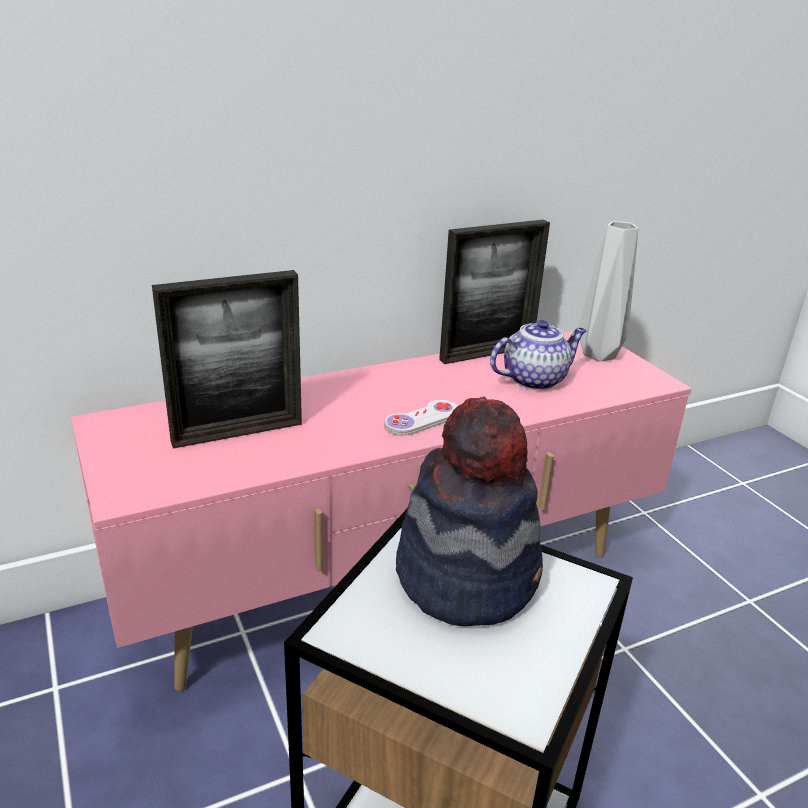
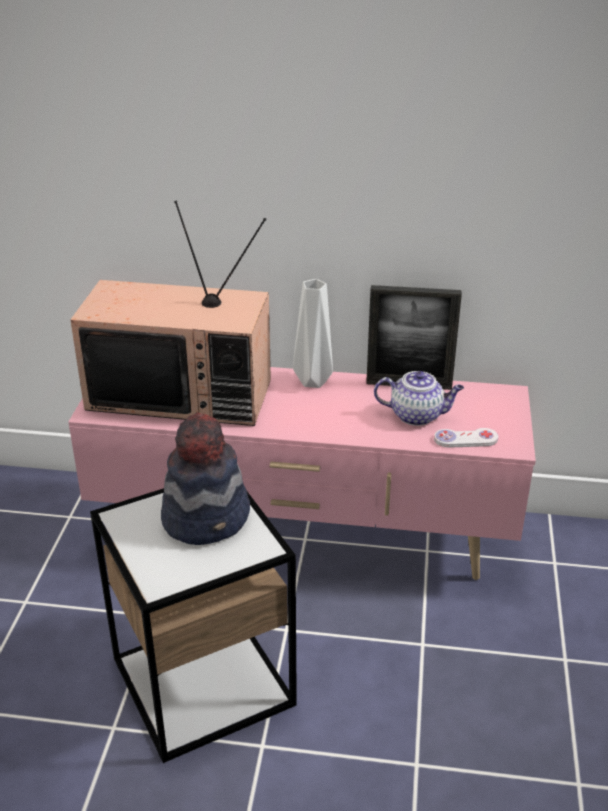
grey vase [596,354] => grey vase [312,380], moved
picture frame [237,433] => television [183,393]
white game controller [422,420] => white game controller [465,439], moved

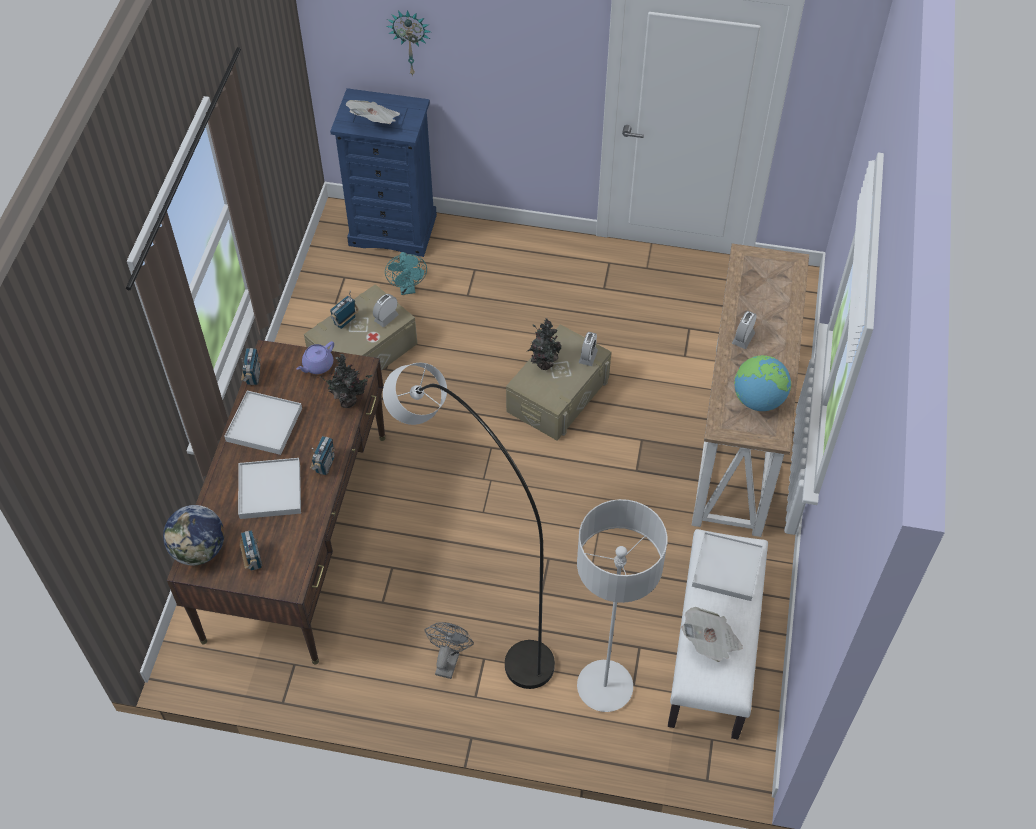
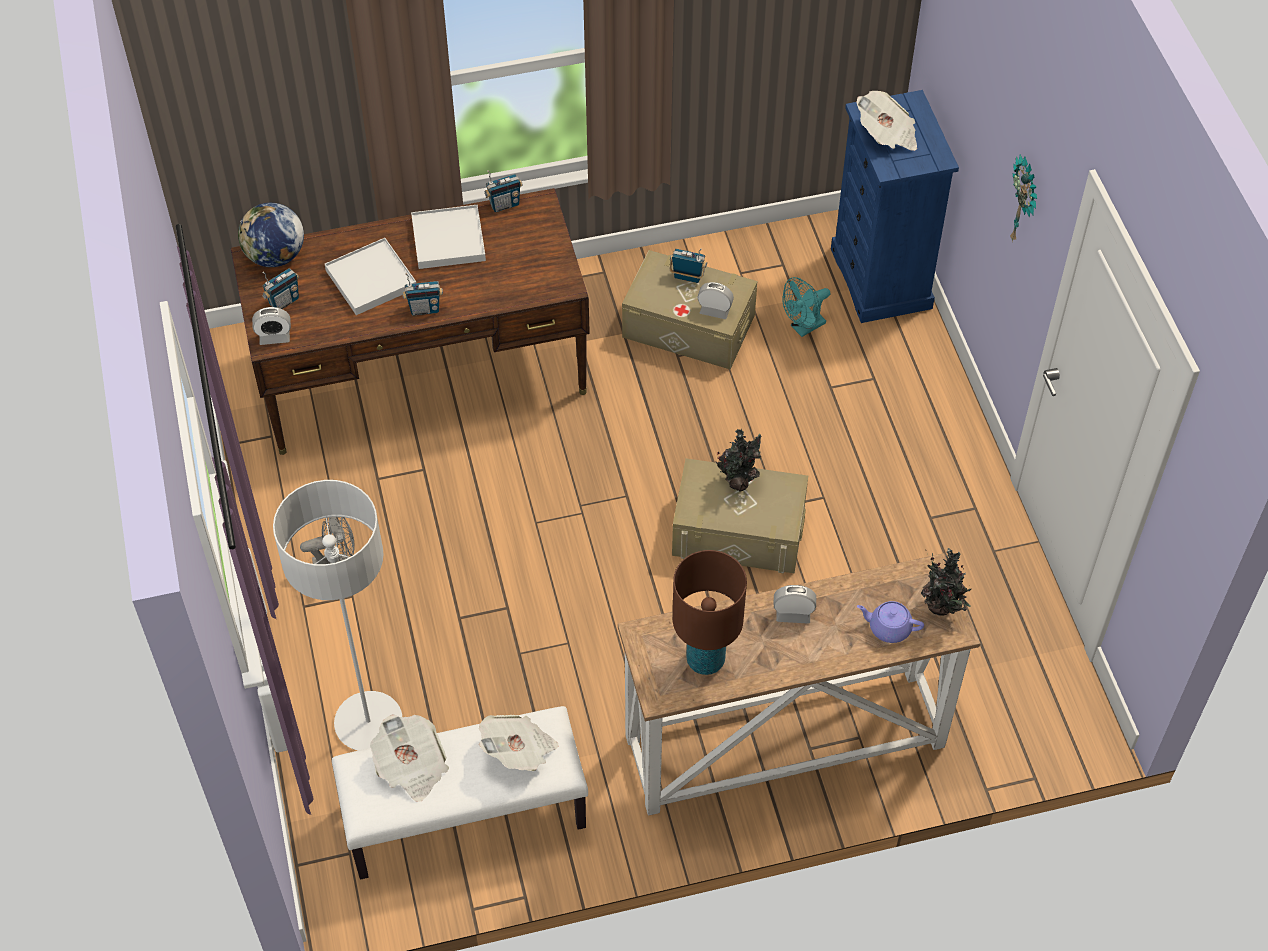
wall clock [410,41] => wall clock [1025,202], moved
alarm clock [588,356] => alarm clock [274,337], moved
purple teapot [317,365] => purple teapot [888,628], moved
potted plant [349,400] => potted plant [942,607], moved
globe [758,399] => brown table lamp [705,660]
grey floor lamp [473,598] => nothing
white tray [726,568] => newspaper [519,751]

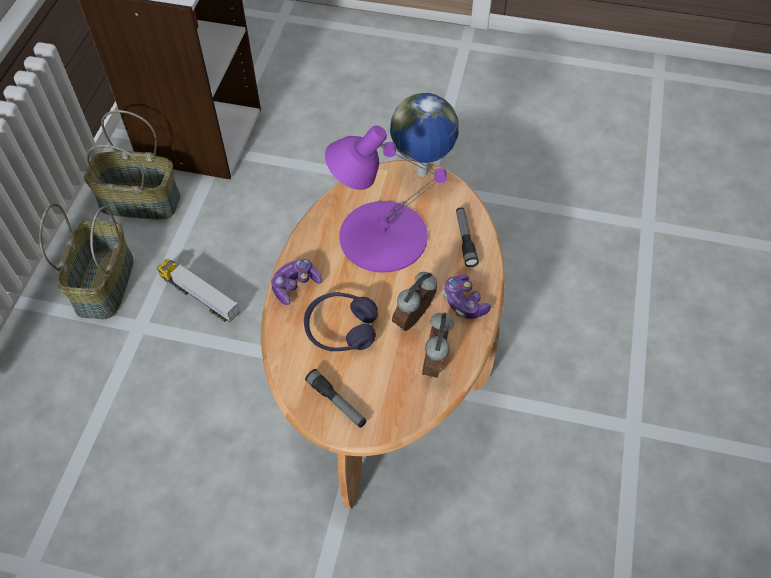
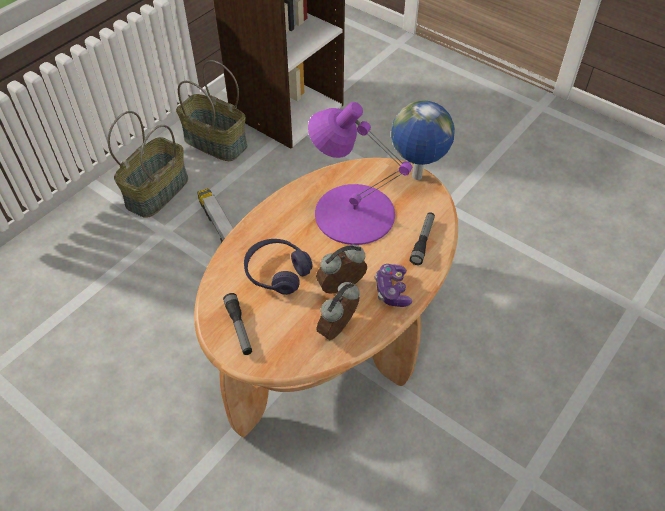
game controller [295,285] => nothing

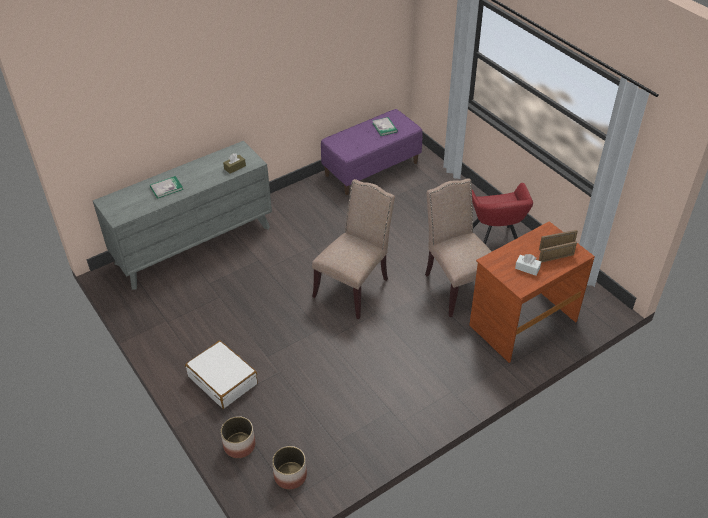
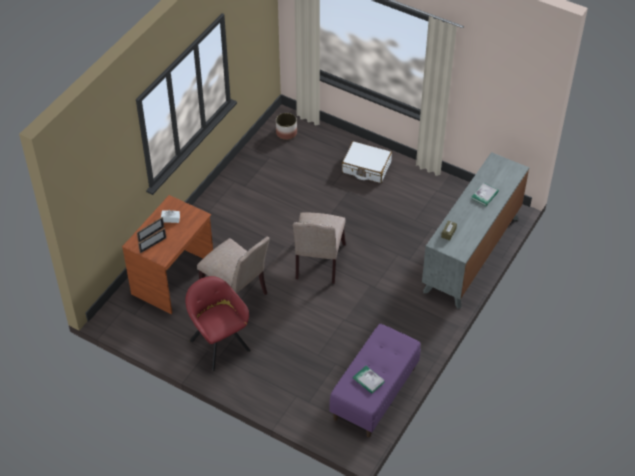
planter [239,445] => nothing

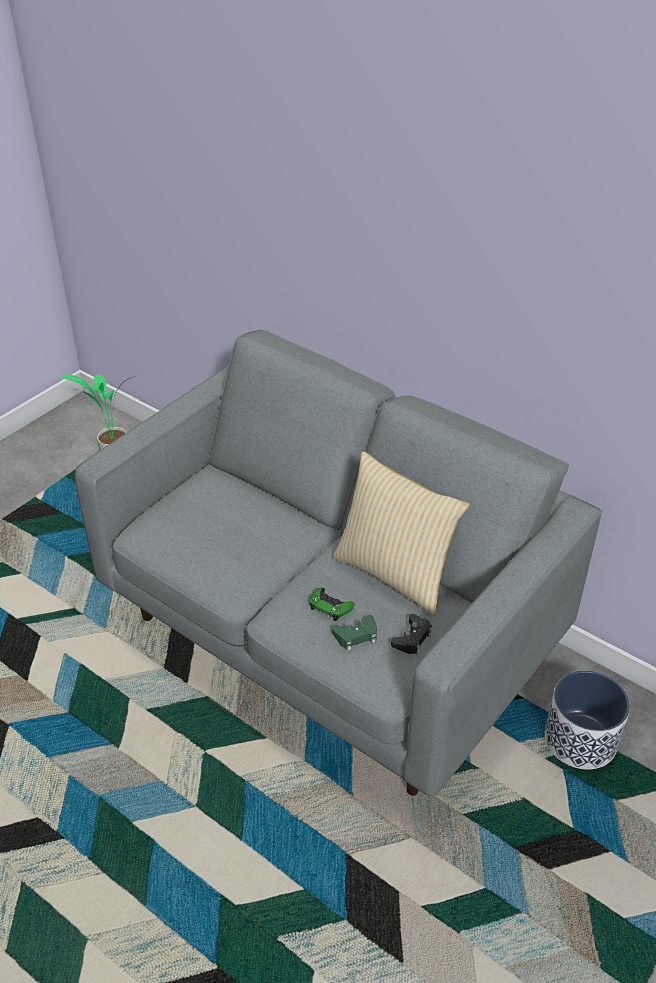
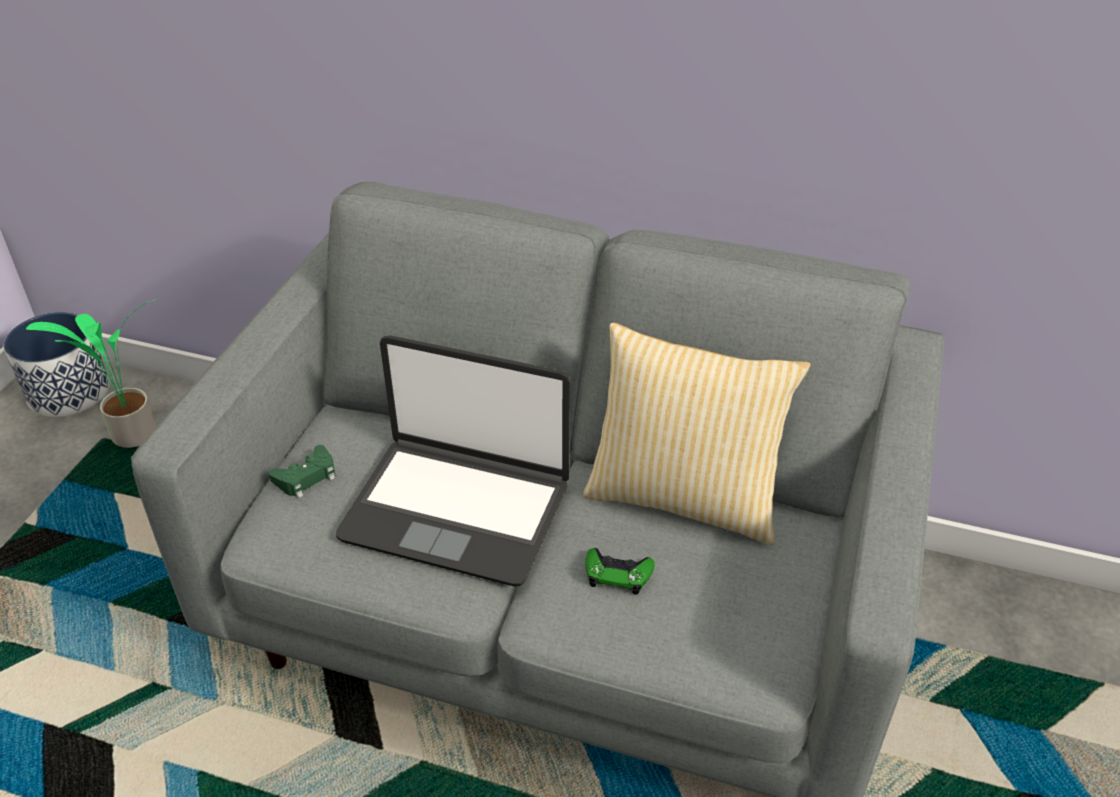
black game controller [412,638] => nothing
green game controller [356,636] => green game controller [306,477], moved
planter [580,739] => planter [69,392], moved
nothing => laptop [457,509]

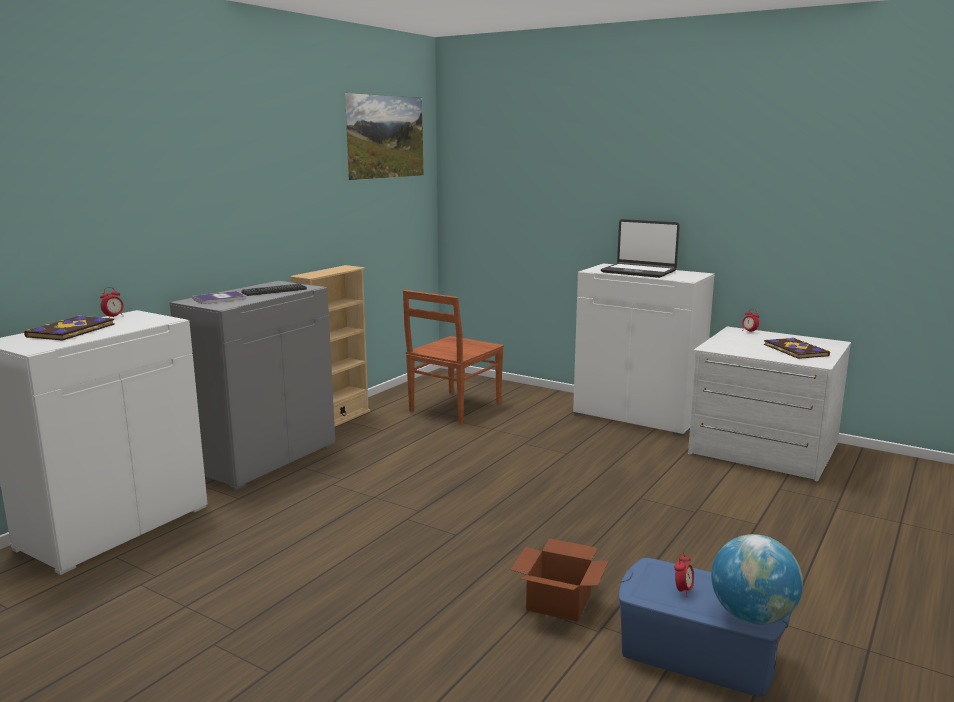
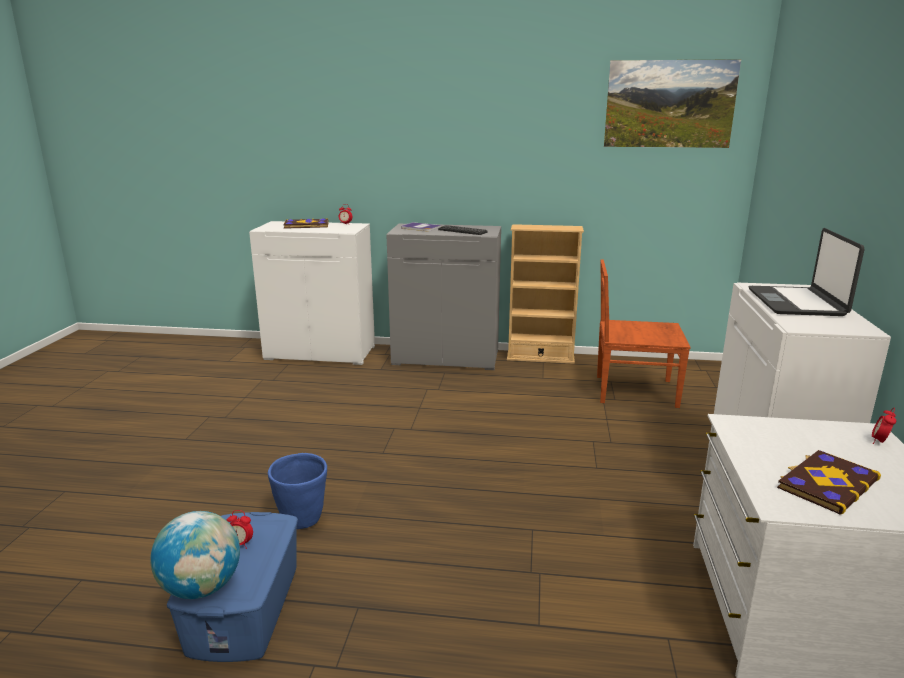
cardboard box [560,601] => blue planter [302,520]

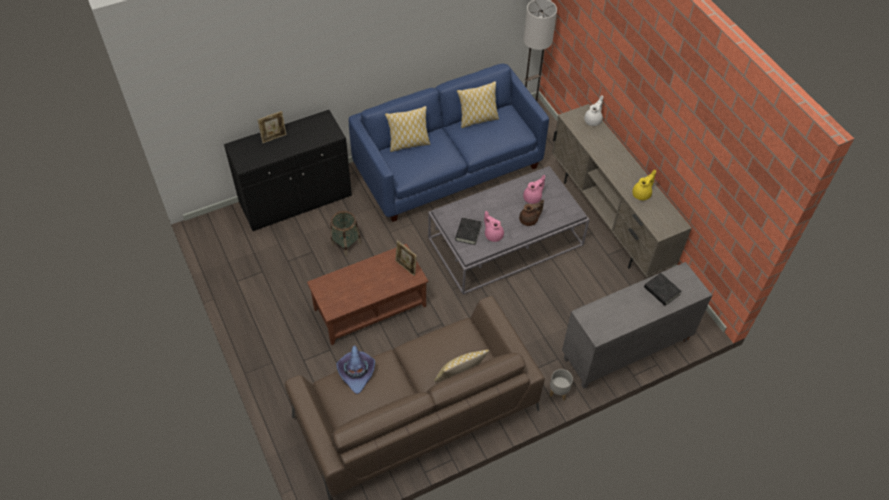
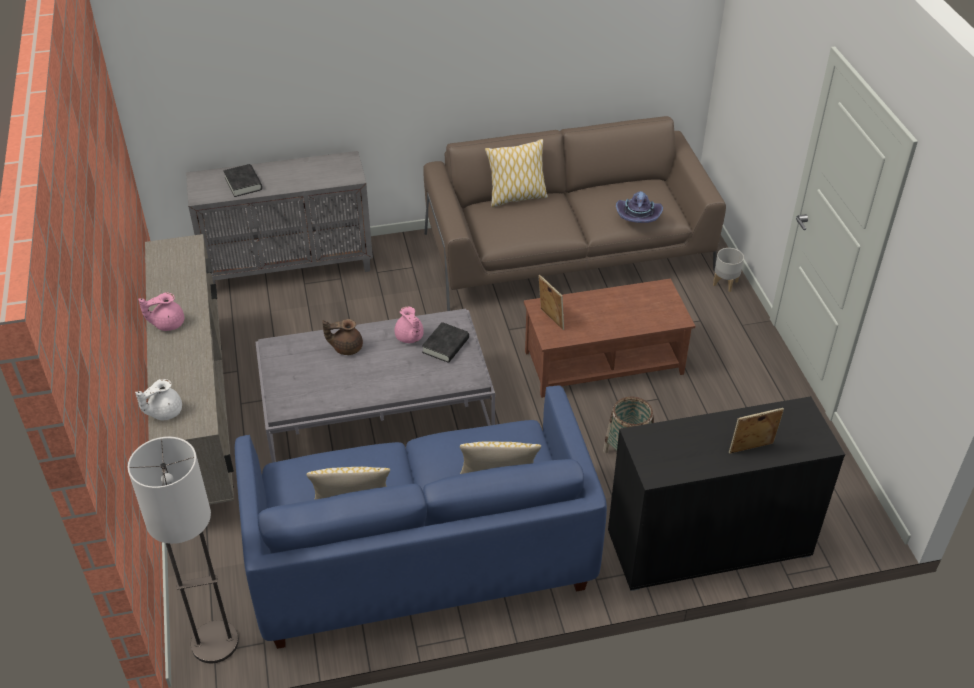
yellow teapot [642,194] => nothing
pink teapot [533,197] => pink teapot [167,323], moved
grey planter [558,392] => grey planter [725,283], moved

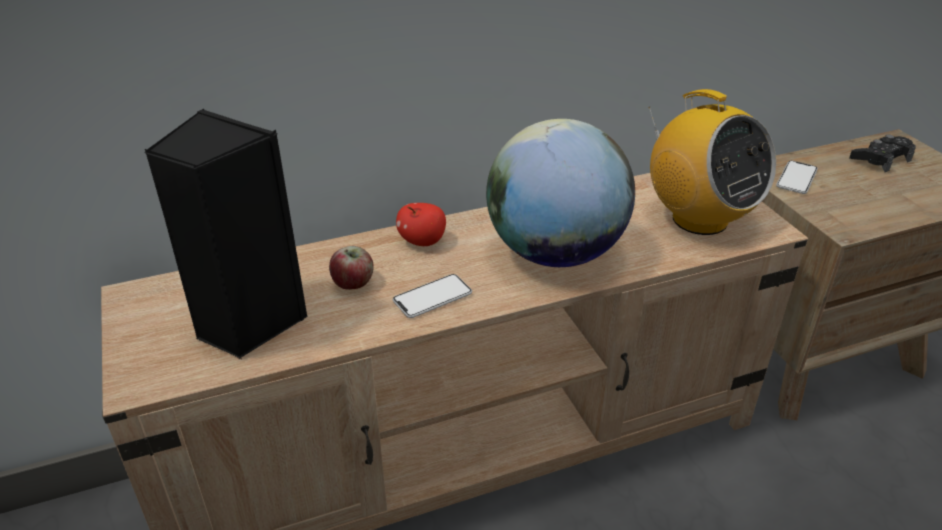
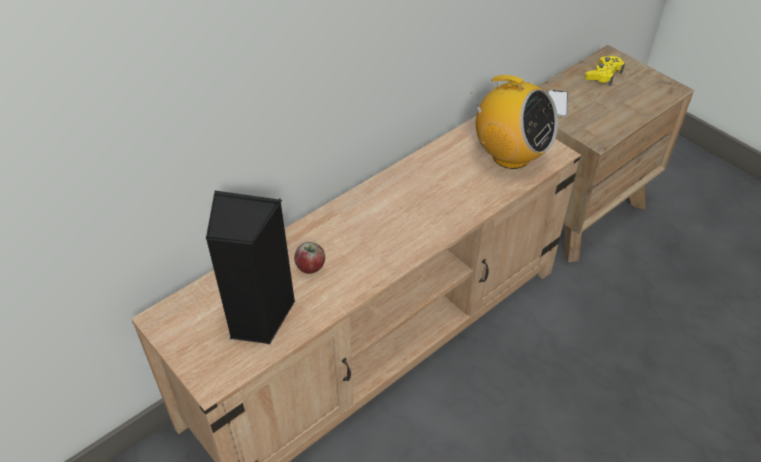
globe [554,253] => nothing
black game controller [880,159] => yellow game controller [603,75]
apple [422,241] => nothing
phone [432,297] => nothing

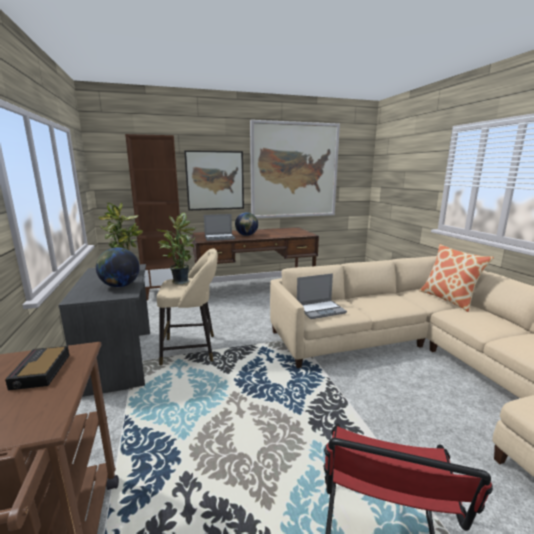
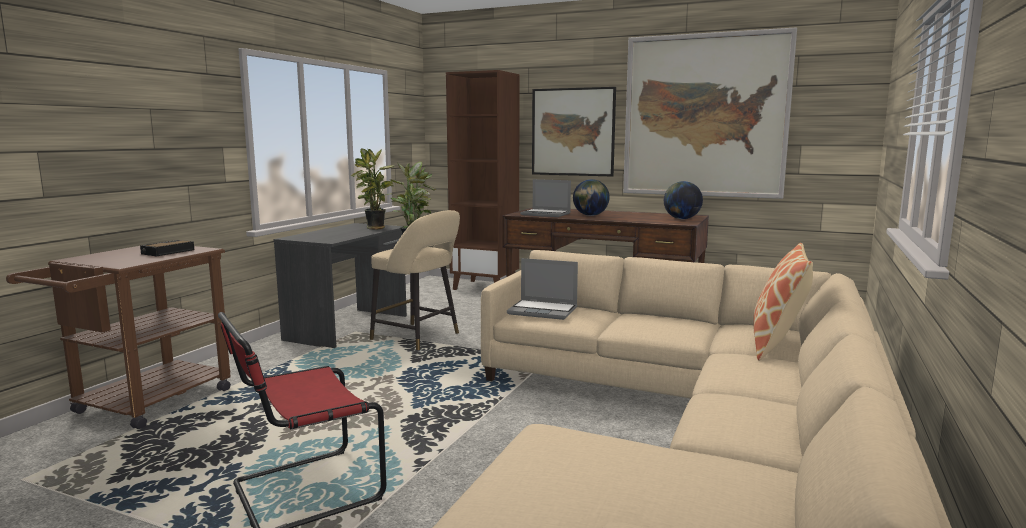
globe [120,286] => globe [681,219], moved

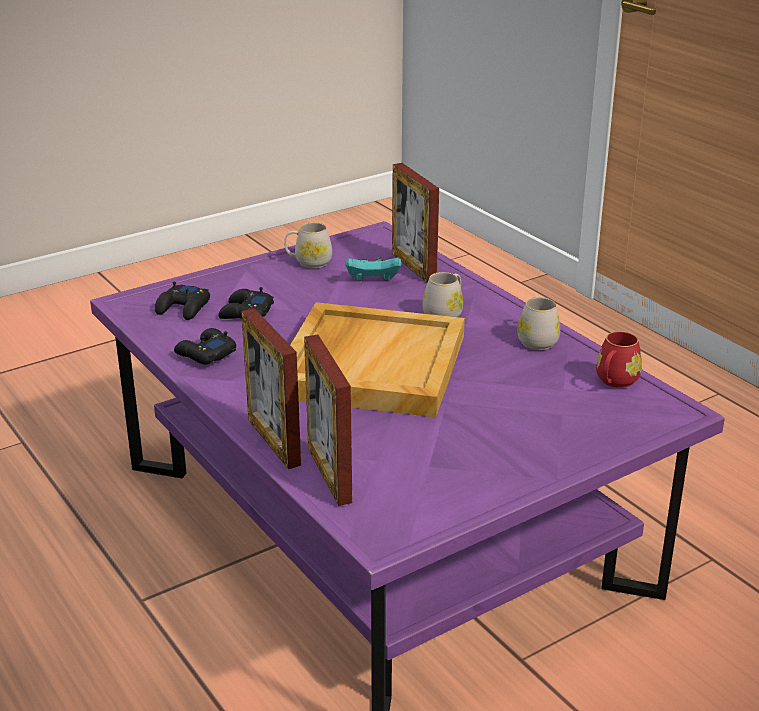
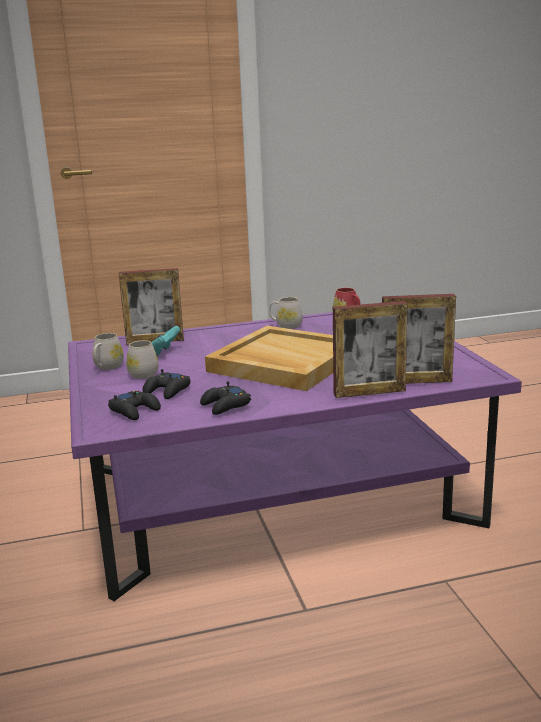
white mug [445,313] => white mug [141,373], moved

